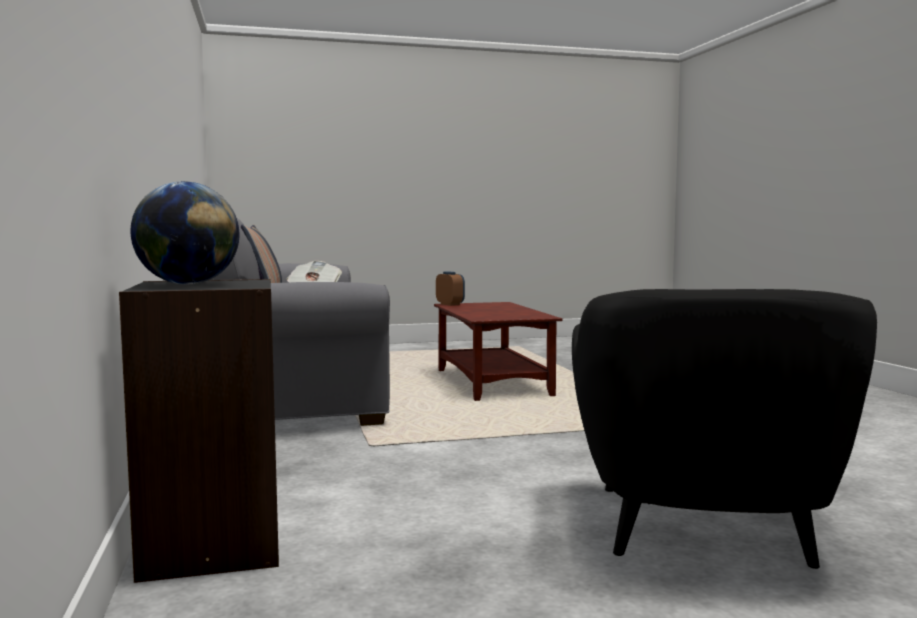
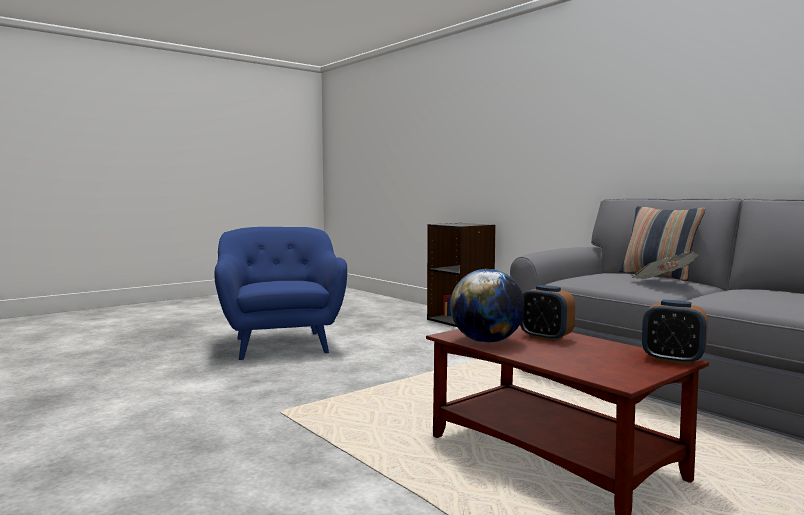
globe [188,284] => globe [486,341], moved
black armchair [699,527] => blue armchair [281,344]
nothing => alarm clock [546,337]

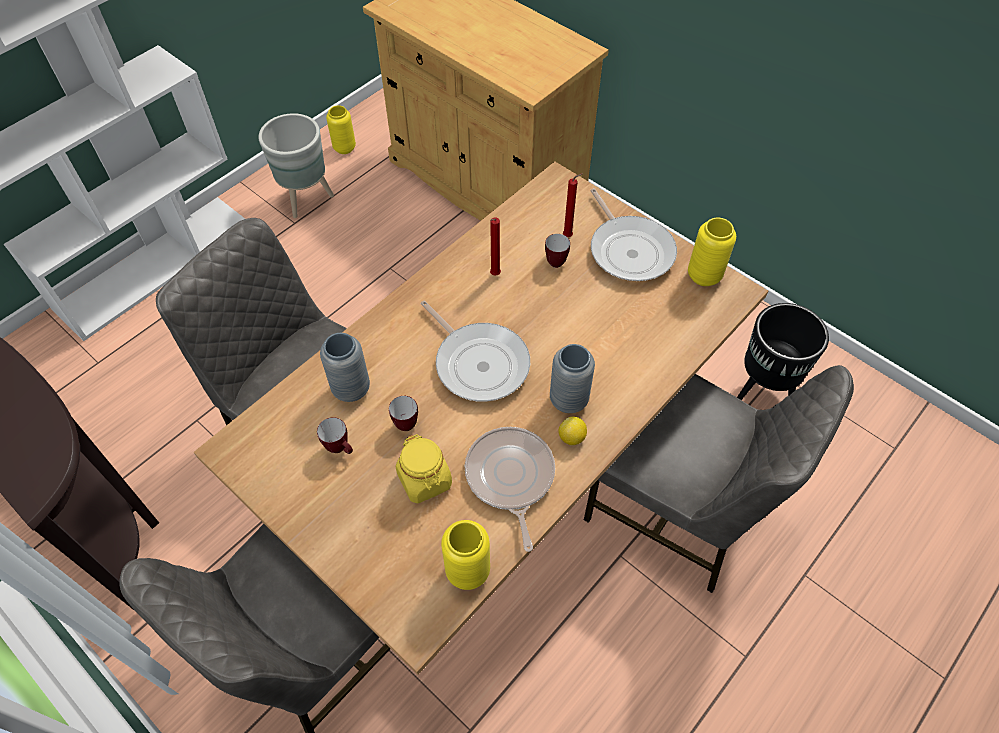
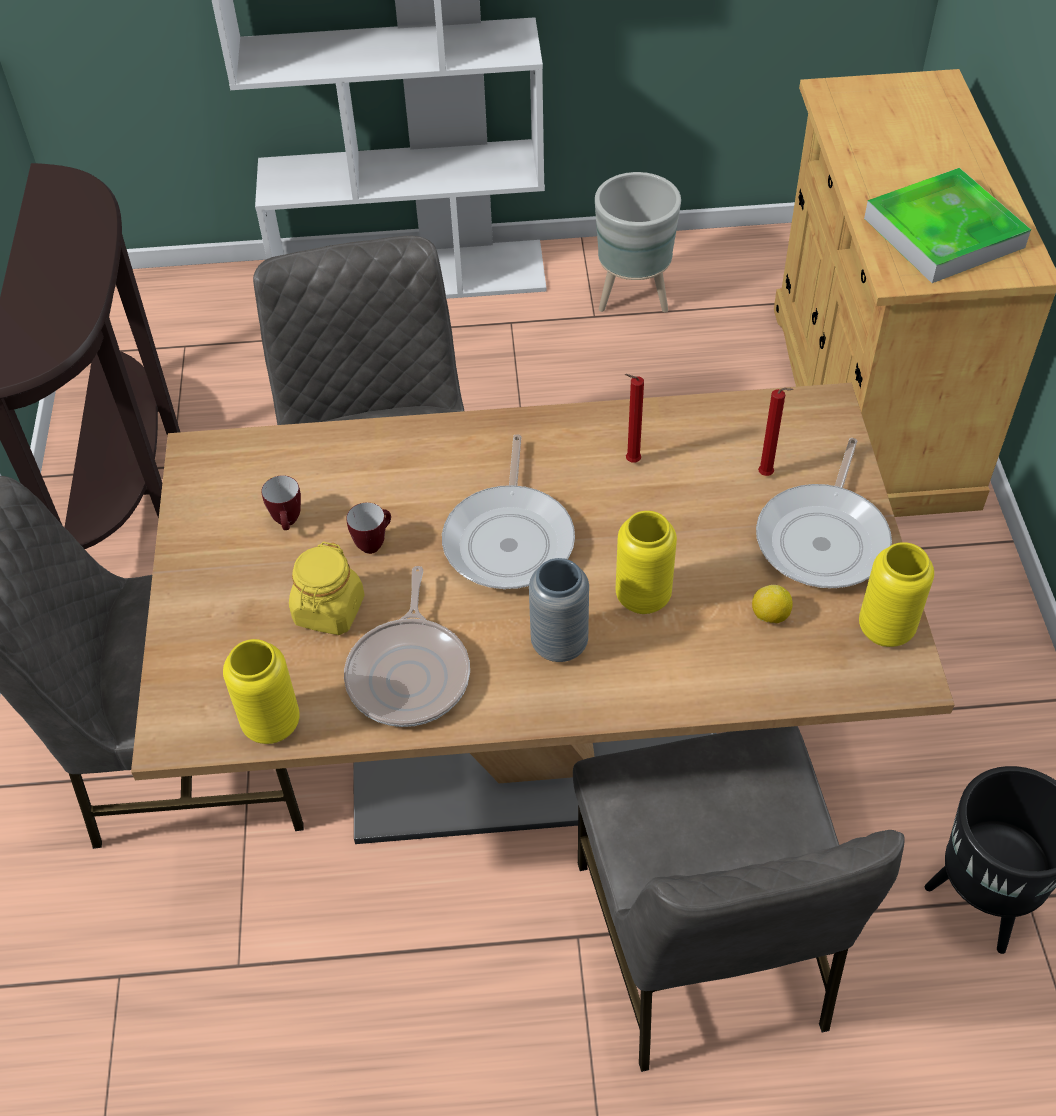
yellow vase [344,148] => yellow vase [643,597], moved
mug [557,260] => nothing
grey vase [351,389] => nothing
lemon [572,438] => lemon [769,616], moved
frying pan [510,478] => frying pan [410,672], 150 degrees clockwise
nothing => tray [943,233]

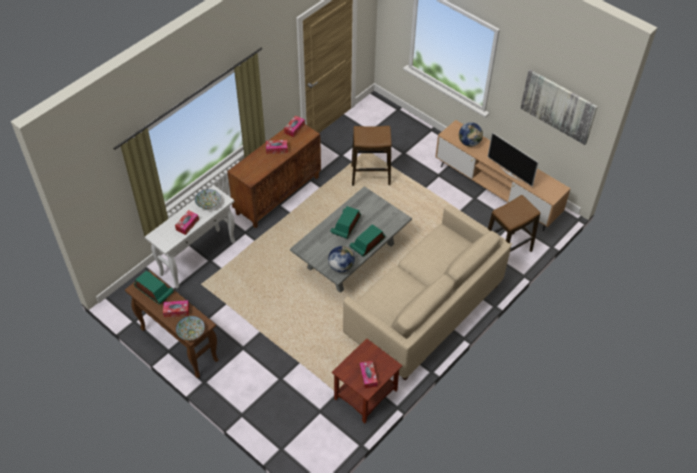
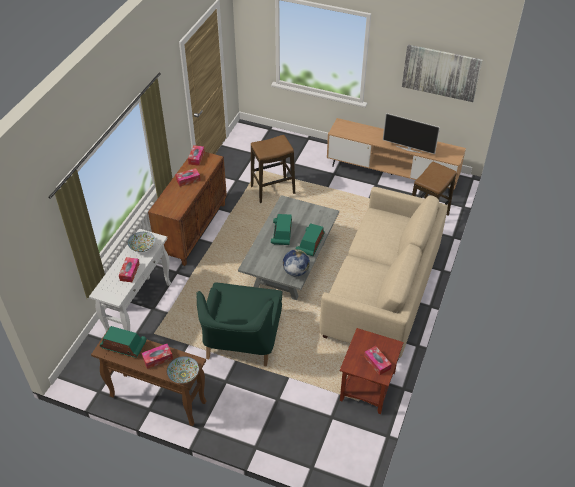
globe [469,142] => nothing
nothing => green armchair [241,341]

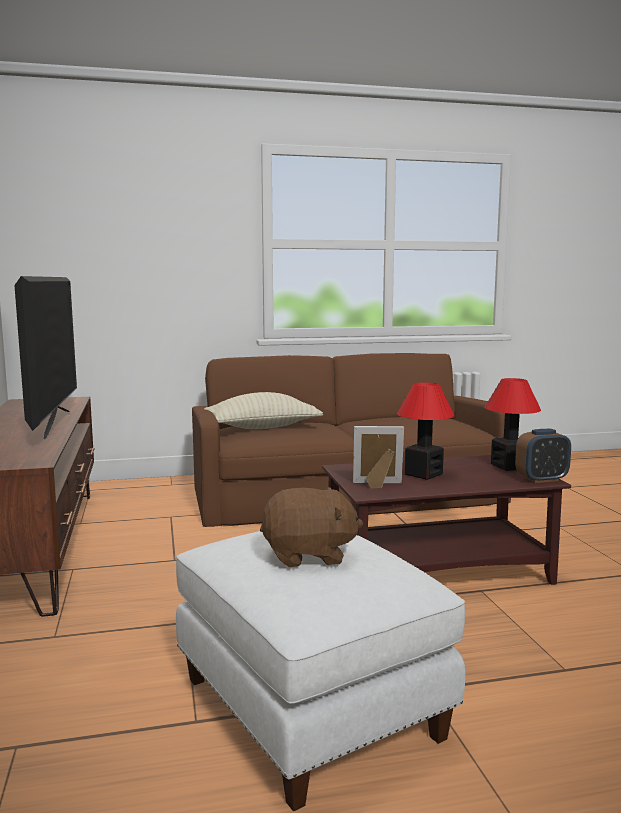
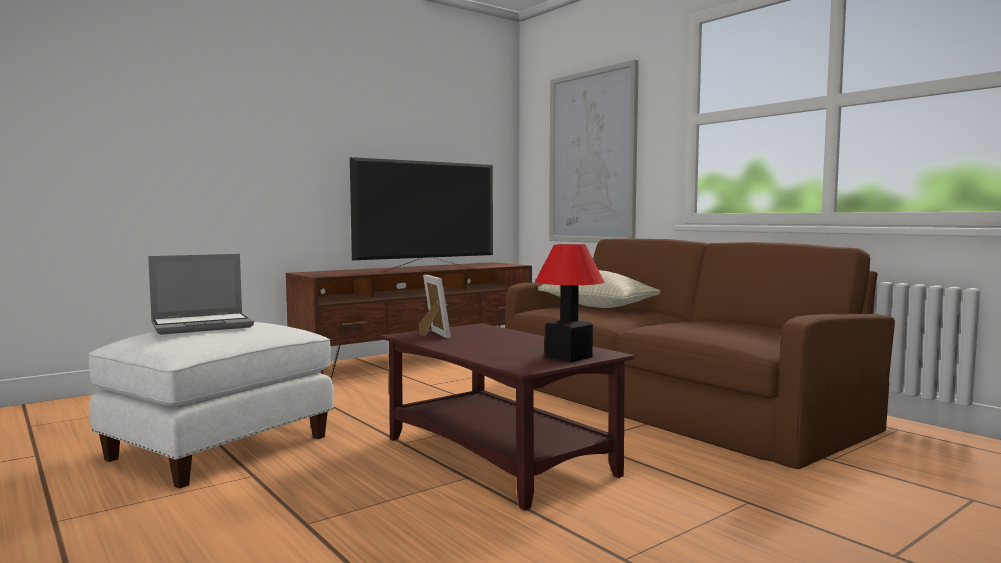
table lamp [423,474] => nothing
alarm clock [541,479] => nothing
brown plush toy [309,555] => laptop [203,326]
nothing => picture [592,157]

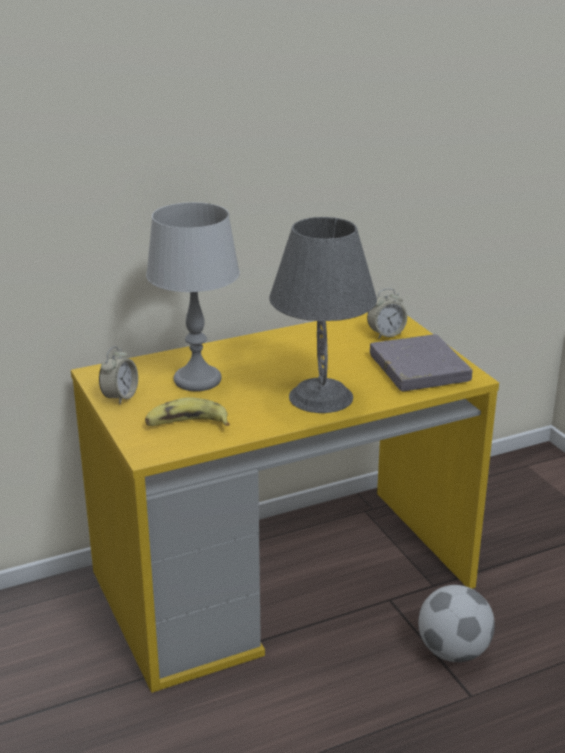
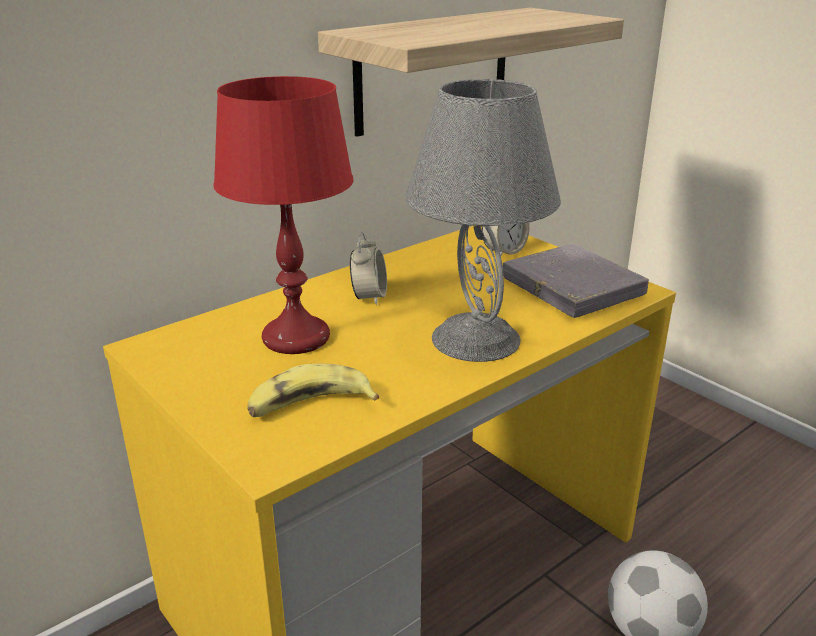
grey table lamp [197,380] => red table lamp [295,337]
alarm clock [120,397] => alarm clock [369,297], moved
nothing => shelf [433,70]

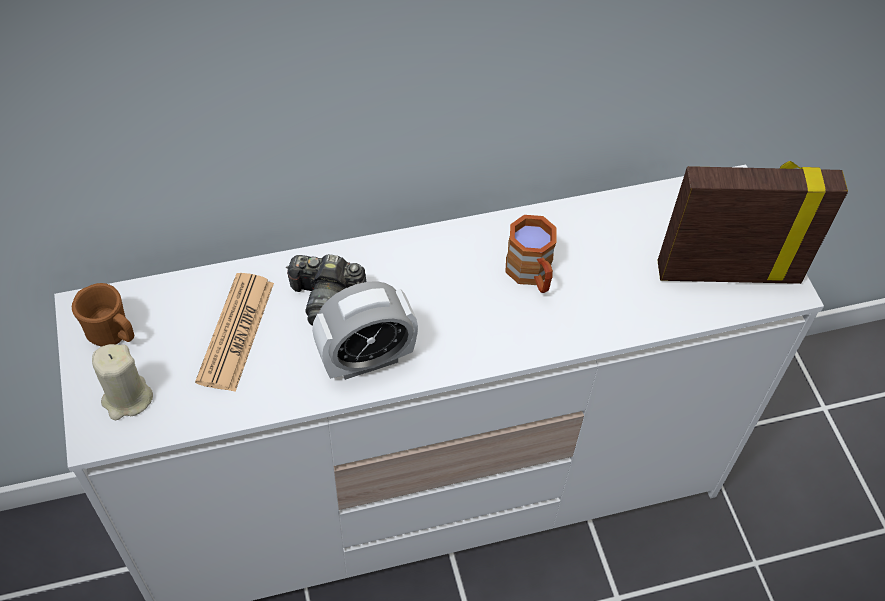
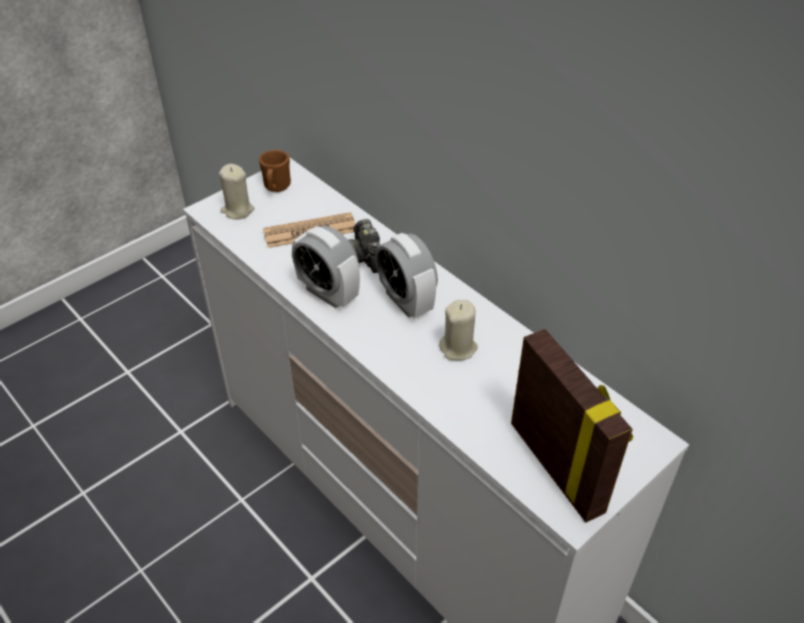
brown mug [532,275] => beige candle [458,348]
nothing => alarm clock [406,301]

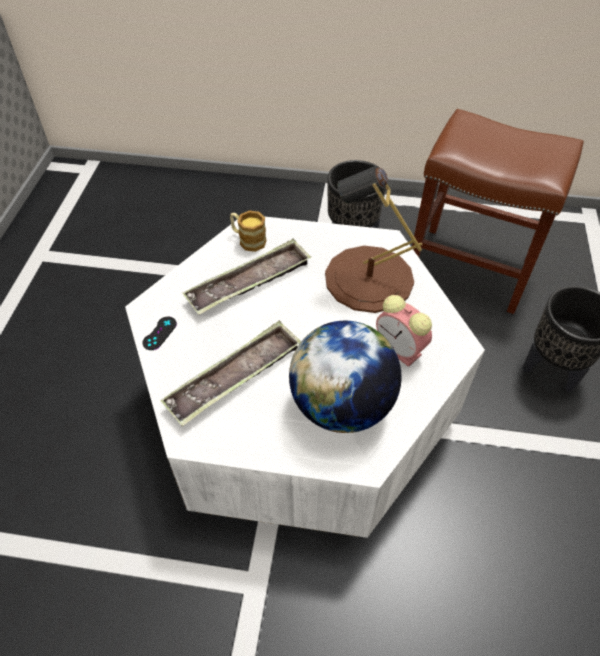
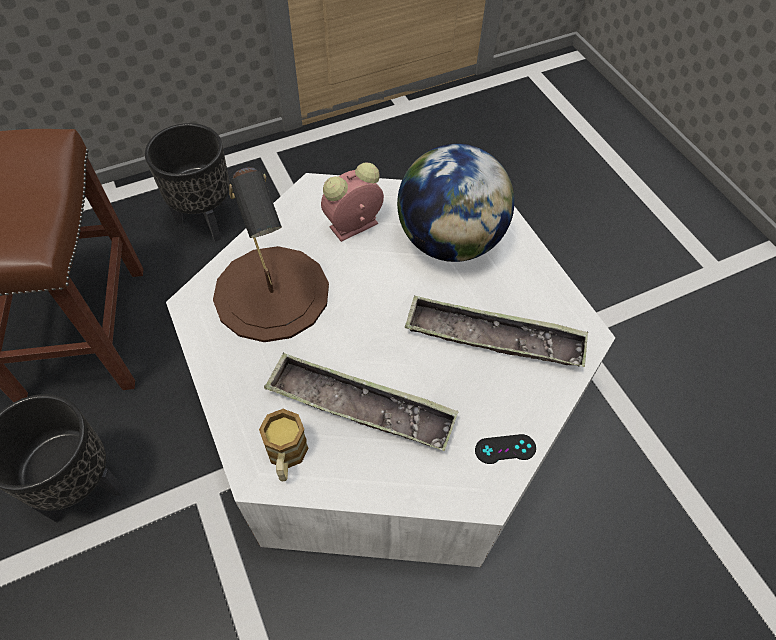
alarm clock [401,350] => alarm clock [352,226], 135 degrees counterclockwise

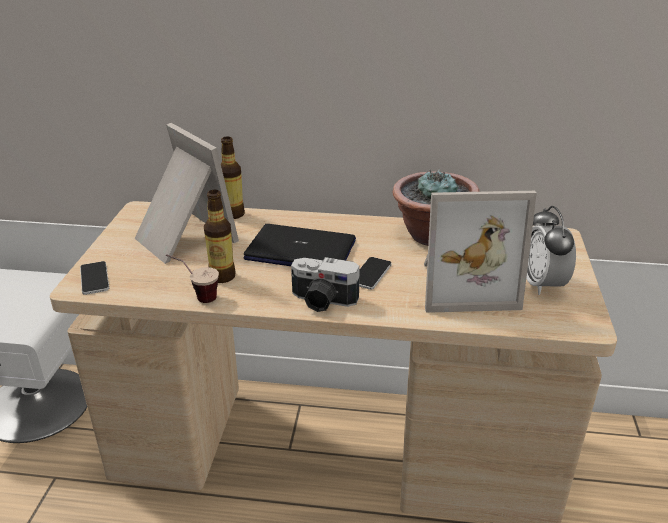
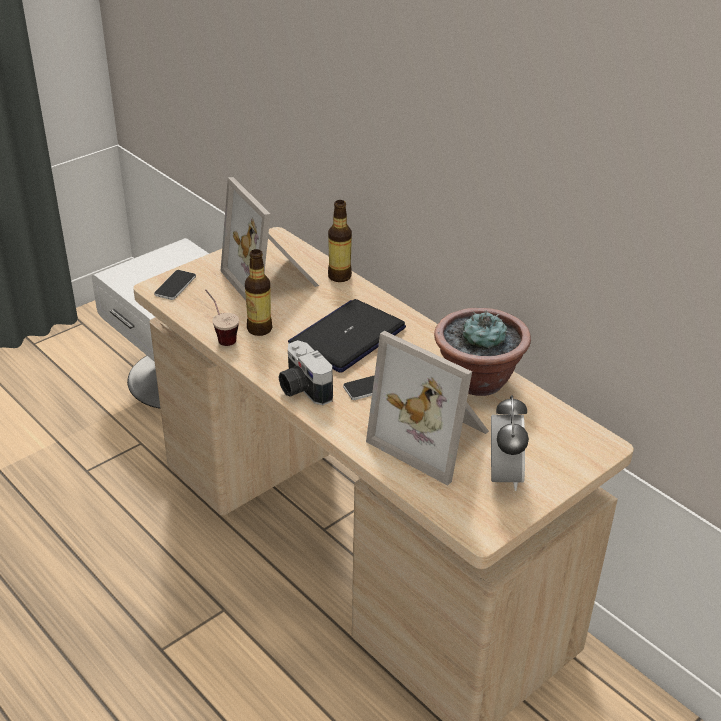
picture frame [182,238] => picture frame [273,280], 150 degrees clockwise
alarm clock [542,284] => alarm clock [503,476], 150 degrees clockwise
laptop [301,250] => laptop [347,337], 105 degrees counterclockwise

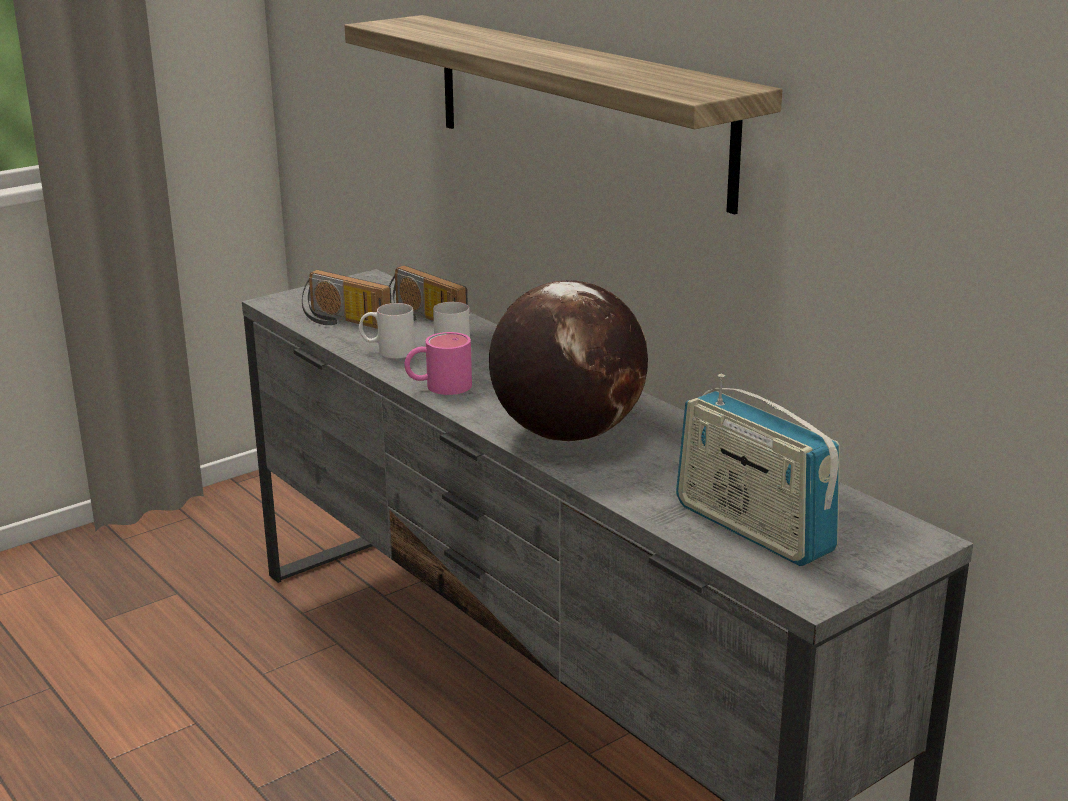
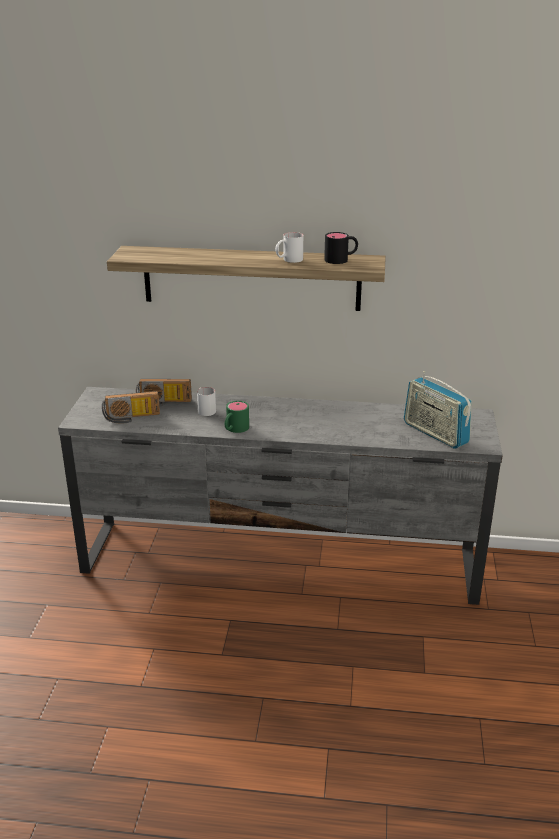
globe [567,434] => nothing
white mug [387,351] => white mug [288,260], moved
pink mug [438,386] => green mug [234,429]
radio [752,529] => radio [435,433], 45 degrees clockwise
nothing => black mug [341,259]

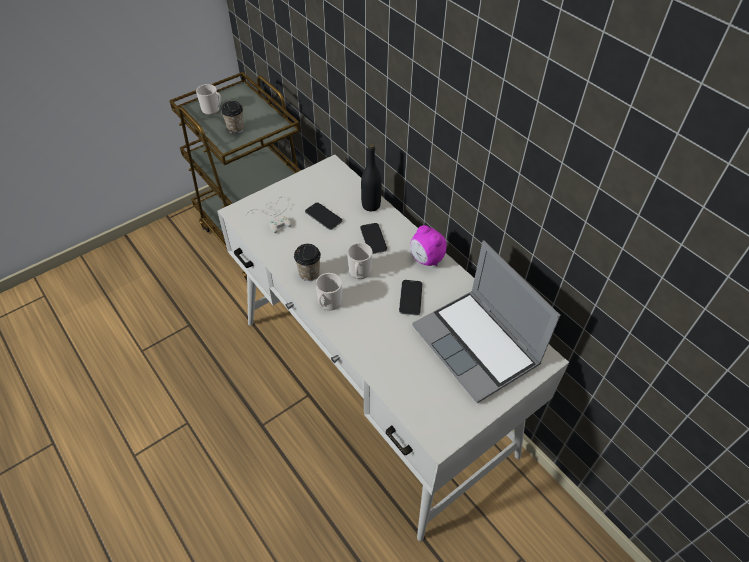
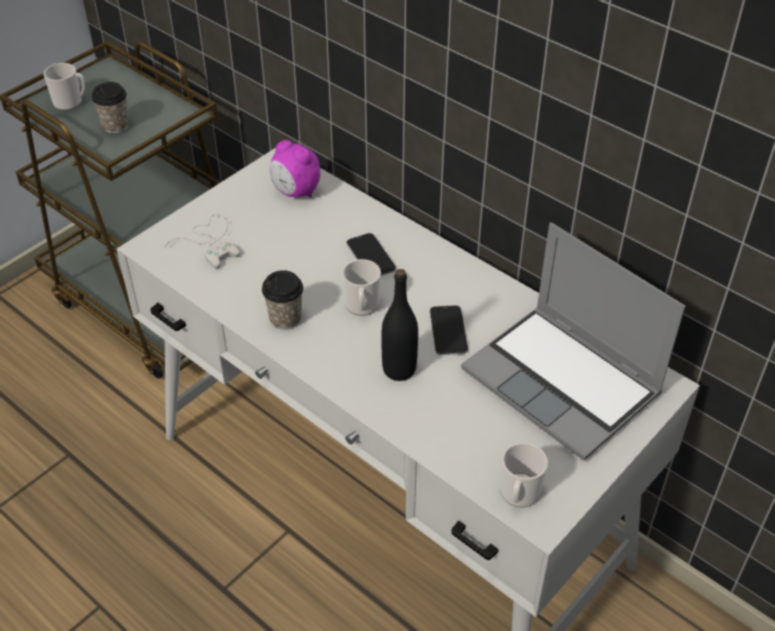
black bottle [371,205] => black bottle [399,369], moved
phone [323,217] => nothing
alarm clock [426,259] => alarm clock [295,192], moved
mug [328,303] => mug [518,495], moved

